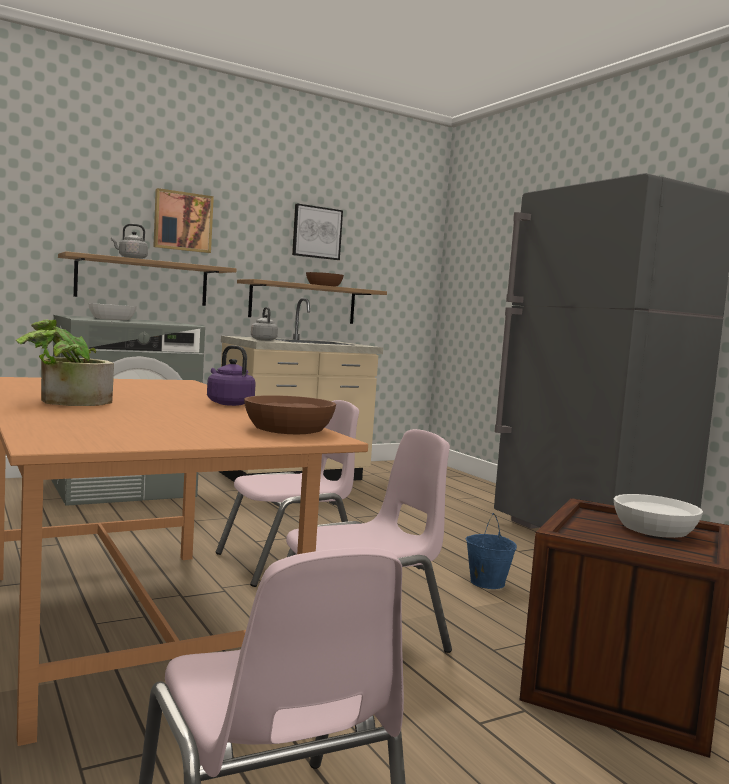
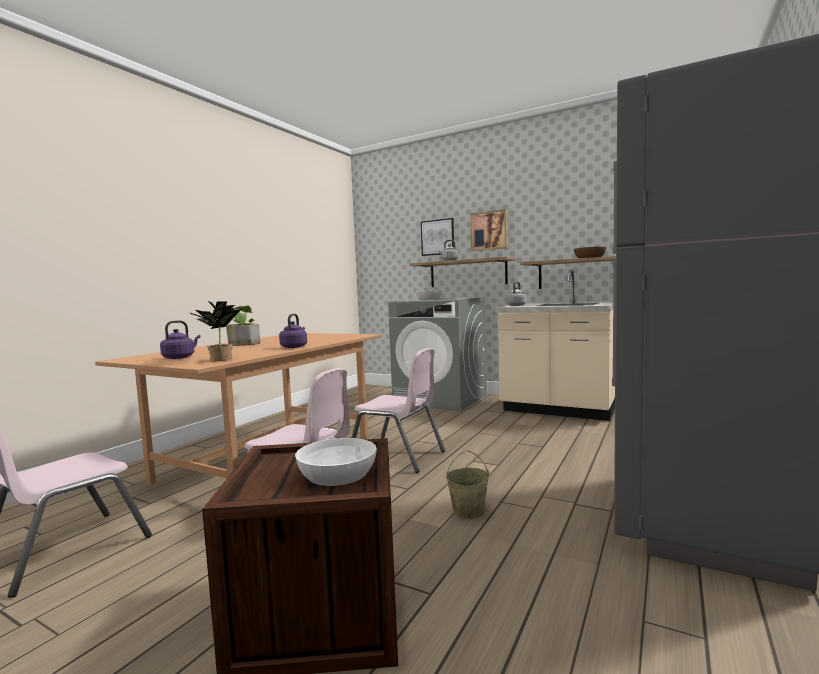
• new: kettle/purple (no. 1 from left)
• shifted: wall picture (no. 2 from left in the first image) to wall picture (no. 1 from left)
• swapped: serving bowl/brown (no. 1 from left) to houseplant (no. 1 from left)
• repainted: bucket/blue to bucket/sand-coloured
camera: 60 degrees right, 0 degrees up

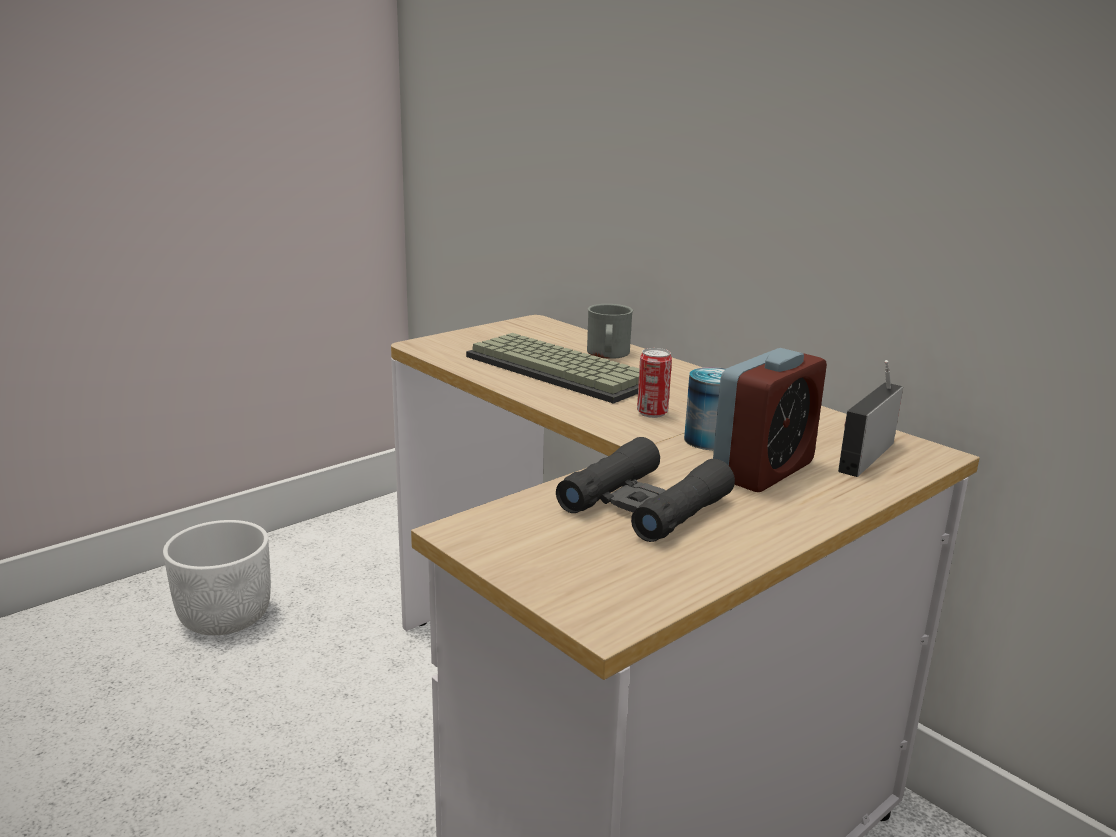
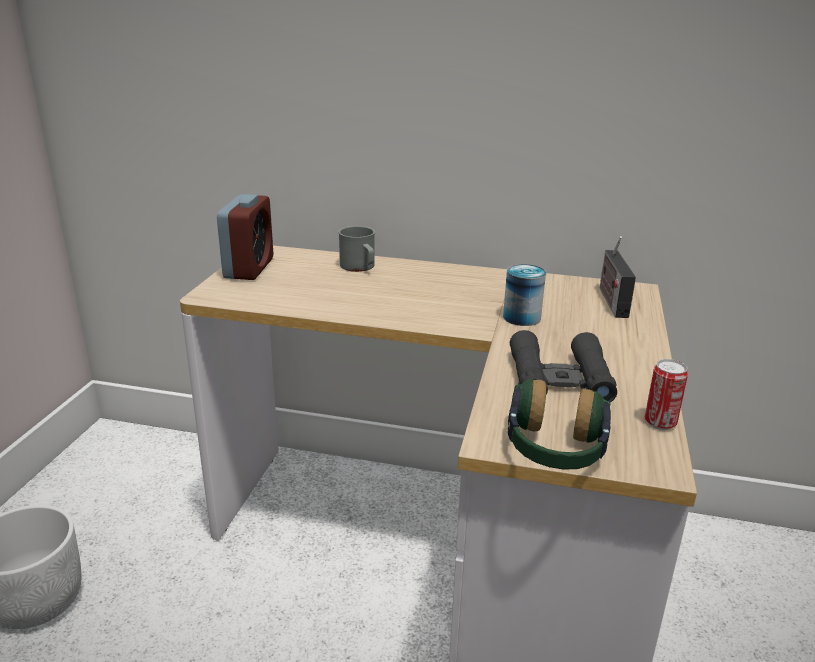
• gone: keyboard
• new: headset
• shifted: sealed can (no. 1 from left in the first image) to sealed can (no. 2 from left)
• shifted: alarm clock
camera: 35 degrees left, 5 degrees up

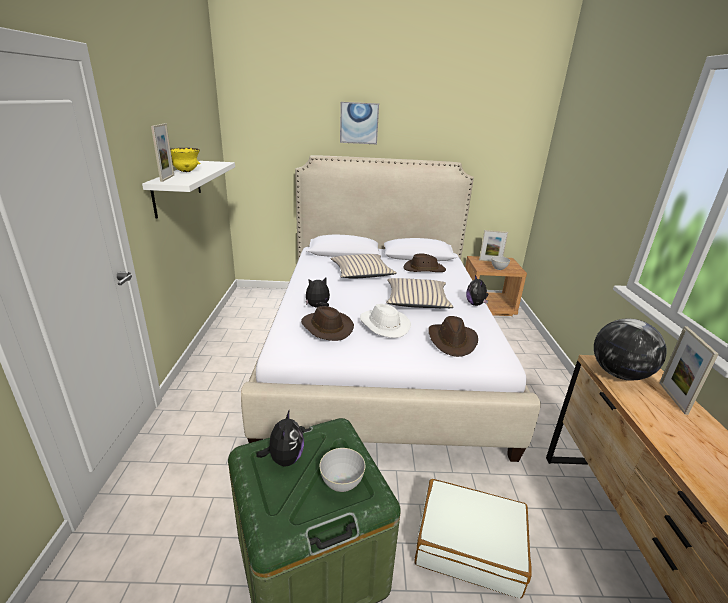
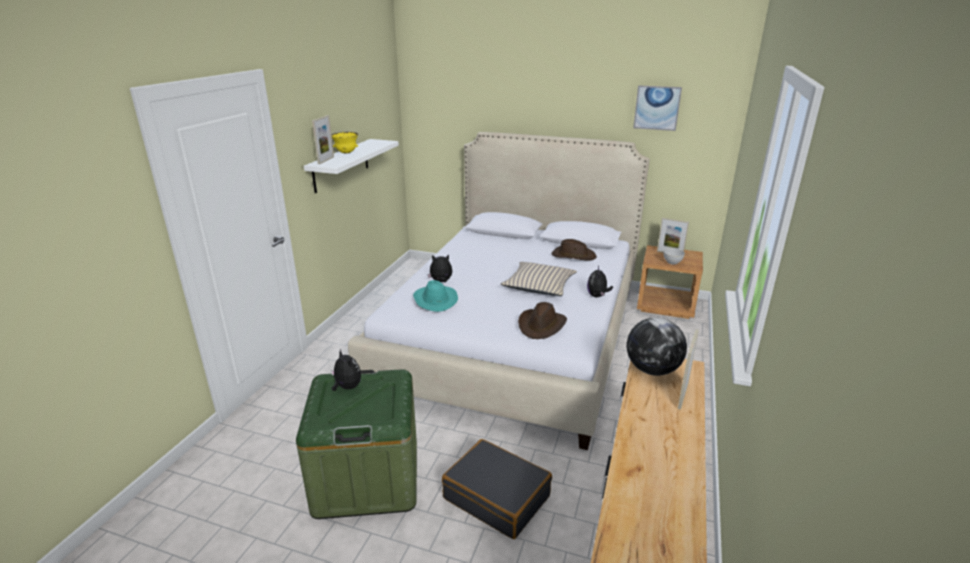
• gone: serving bowl/gray (no. 1 from left)
• gone: pillow/sand-coloured (no. 1 from left)
• gone: clothing hat/white-coloured
• shifted: wall picture
• repainted: clothing hat/brown (no. 1 from left) to clothing hat/turquoise-coloured
• repainted: travel case/white-coloured to travel case/blackish
• rotated: plush toy (no. 1 from left) 60 degrees counterclockwise
camera: 20 degrees right, 0 degrees up

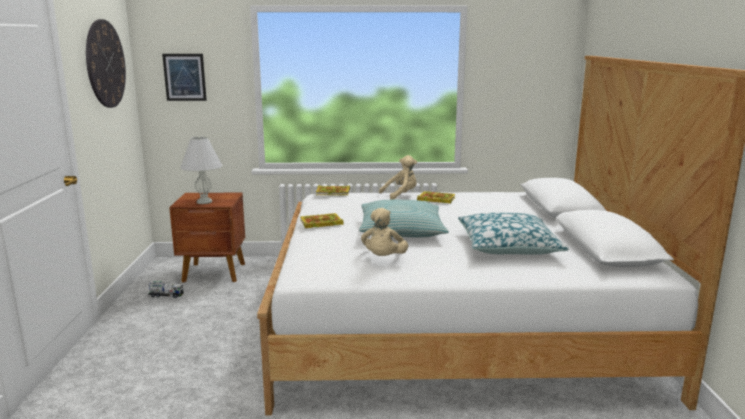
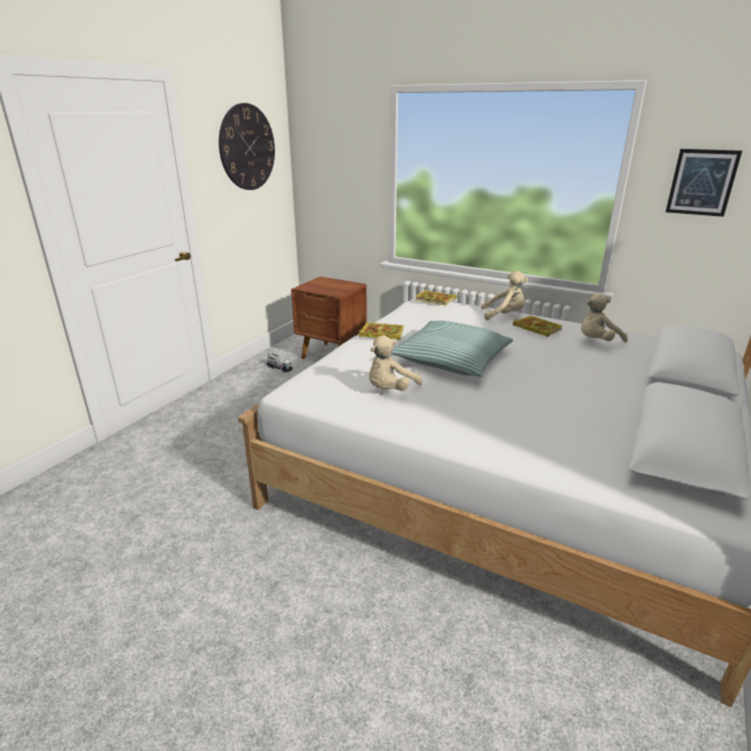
• gone: lamp for a table/white-coloured
• gone: pillow (no. 2 from left)
• new: plush toy/sand-coloured (no. 3 from left)
• shifted: wall picture
camera: 30 degrees right, 10 degrees up

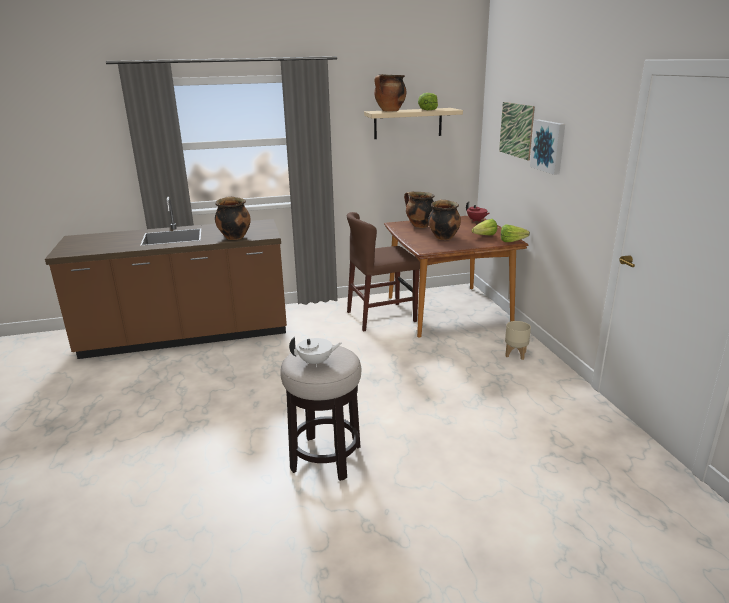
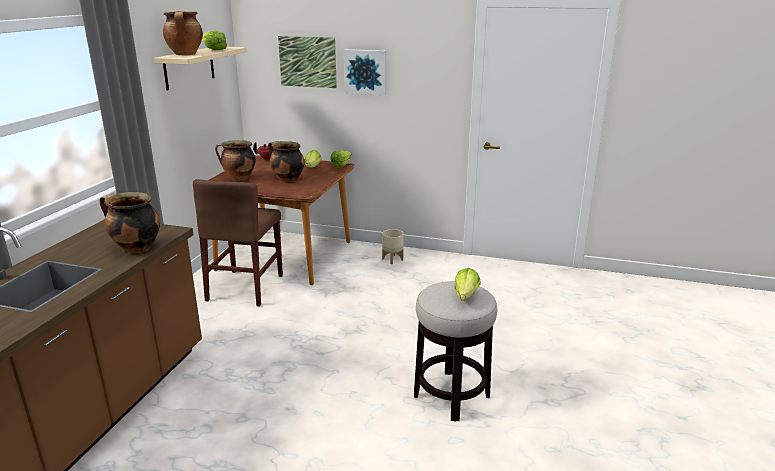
• swapped: tea pot/white-coloured to lettuce head (no. 4 from left)
camera: 60 degrees left, 0 degrees up

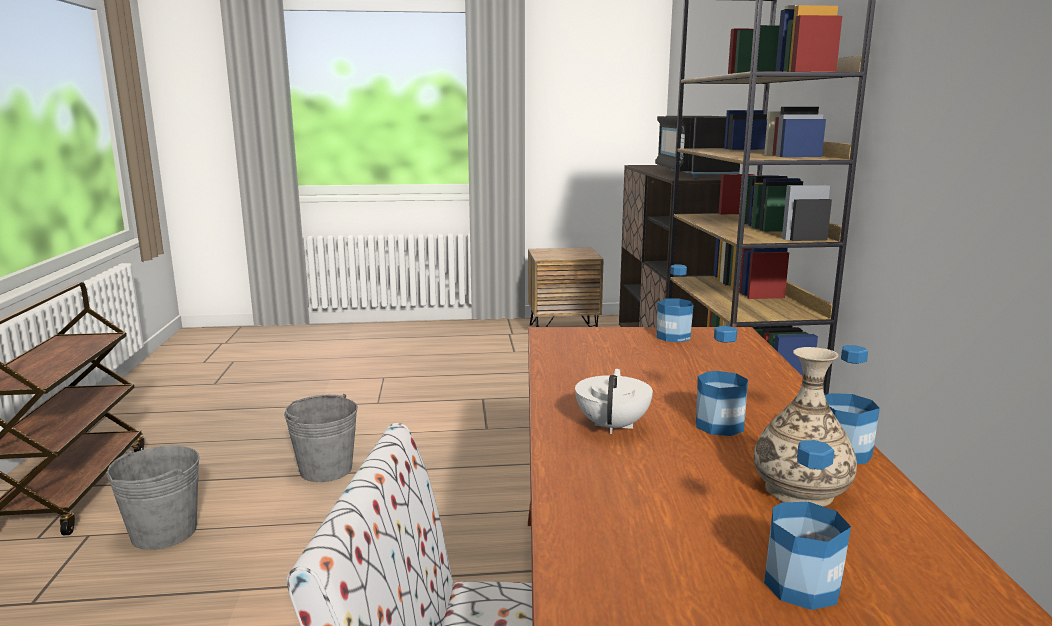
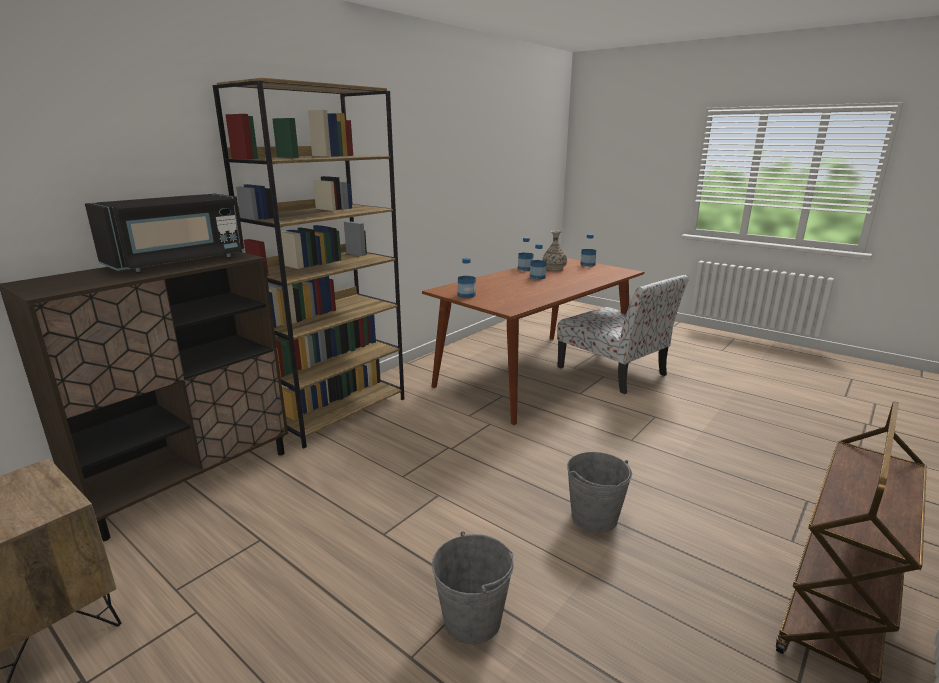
• gone: tea pot/white-coloured
• shifted: bucket/gray (no. 1 from left)
camera: 135 degrees left, 5 degrees up

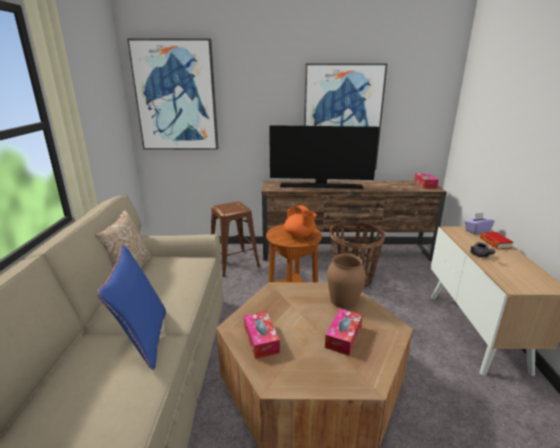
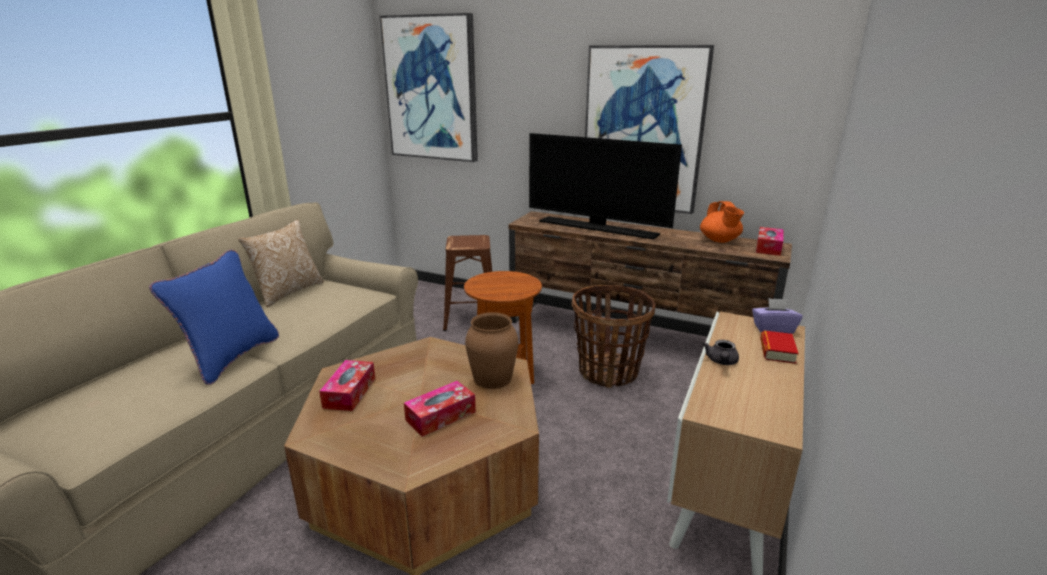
• shifted: tea pot/orangey
camera: 25 degrees right, 0 degrees up

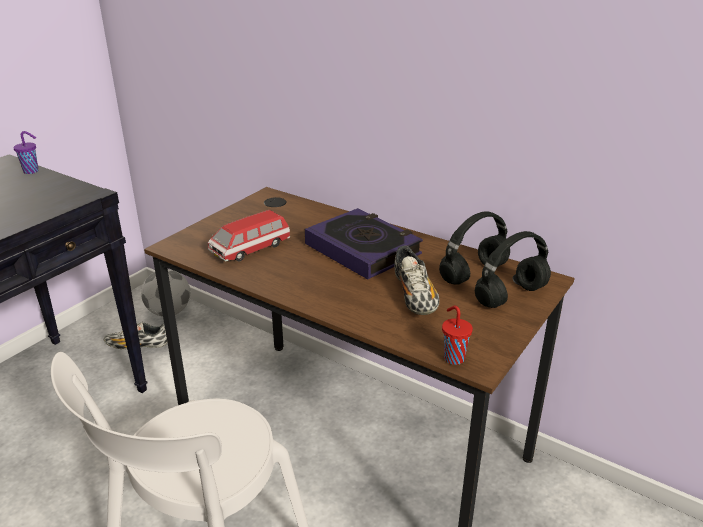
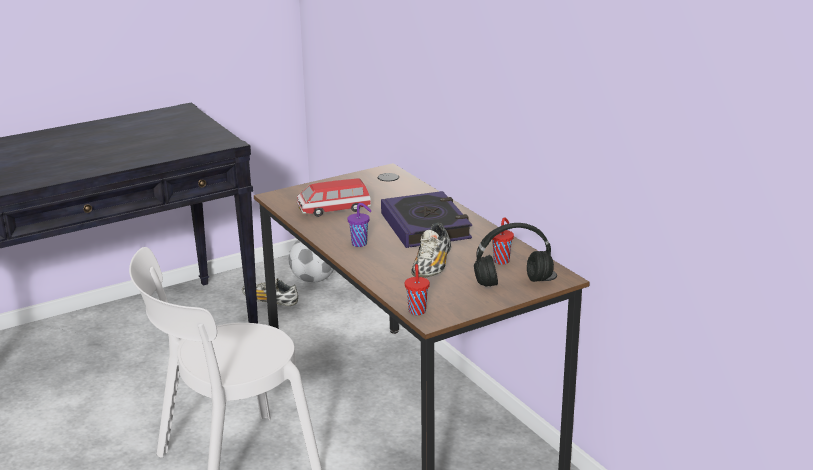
• shifted: small cup/purple
• swapped: headset/blackish (no. 1 from left) to small cup/red-coloured (no. 2 from left)
camera: 25 degrees right, 5 degrees down

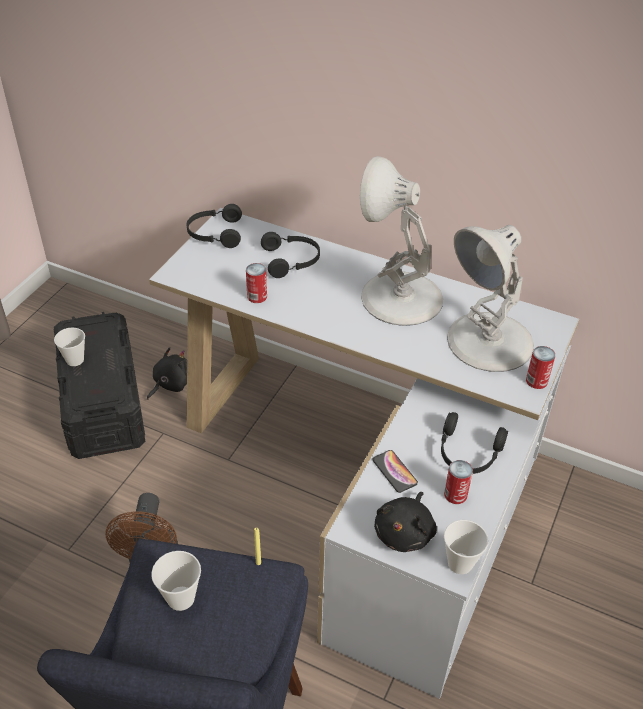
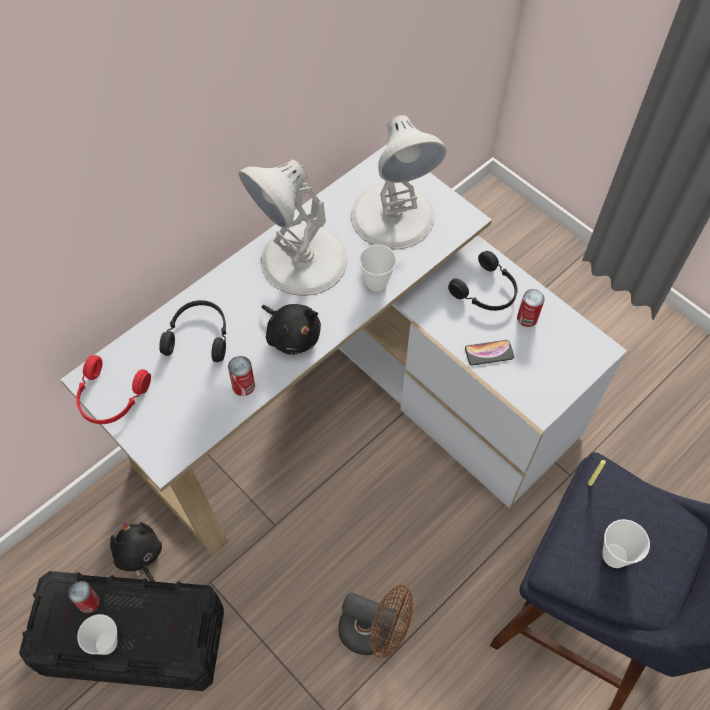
• shifted: plush toy/blackish (no. 2 from left)
• shifted: small cup (no. 3 from left in the first image) to small cup (no. 2 from left)
• shifted: sealed can (no. 3 from left in the first image) to sealed can (no. 1 from left)
• repainted: headset/blackish (no. 1 from left) to headset/red-coloured
camera: 70 degrees left, 15 degrees up

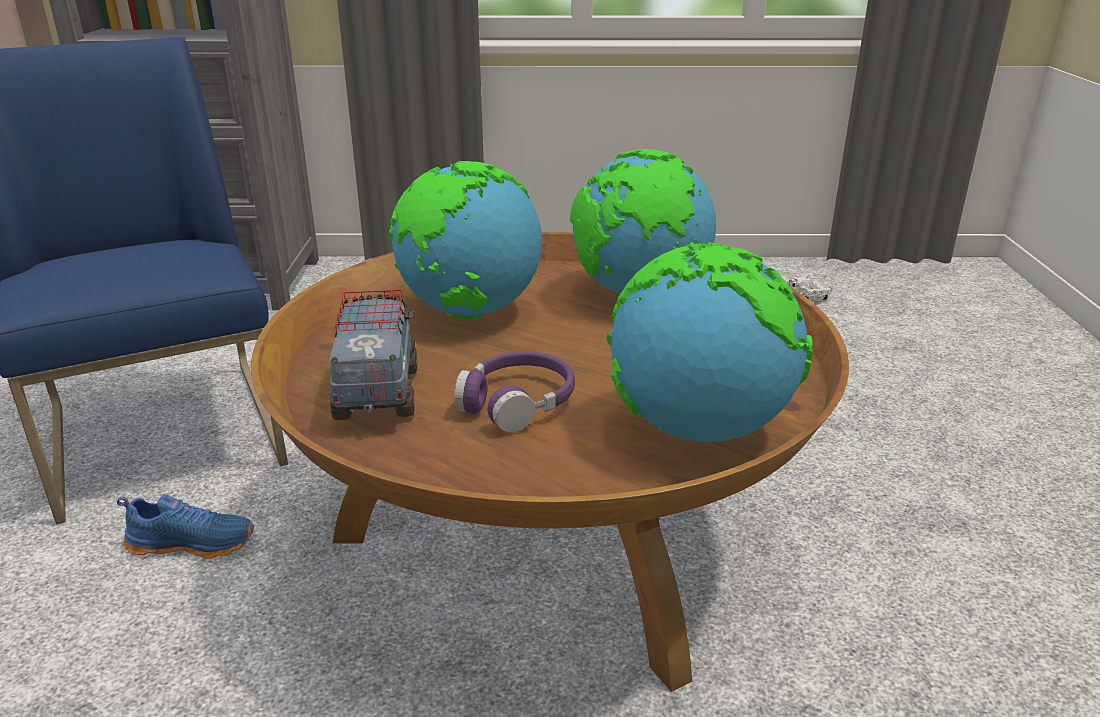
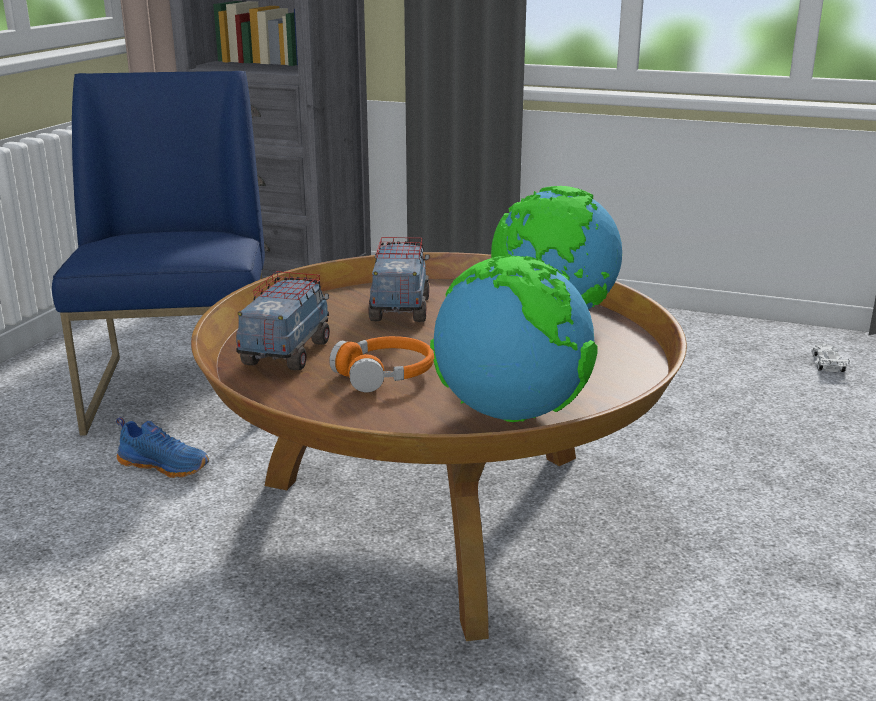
• swapped: desk globe (no. 1 from left) to model truck (no. 2 from left)
• repainted: headset/purple to headset/orangey
camera: 20 degrees right, 5 degrees down

